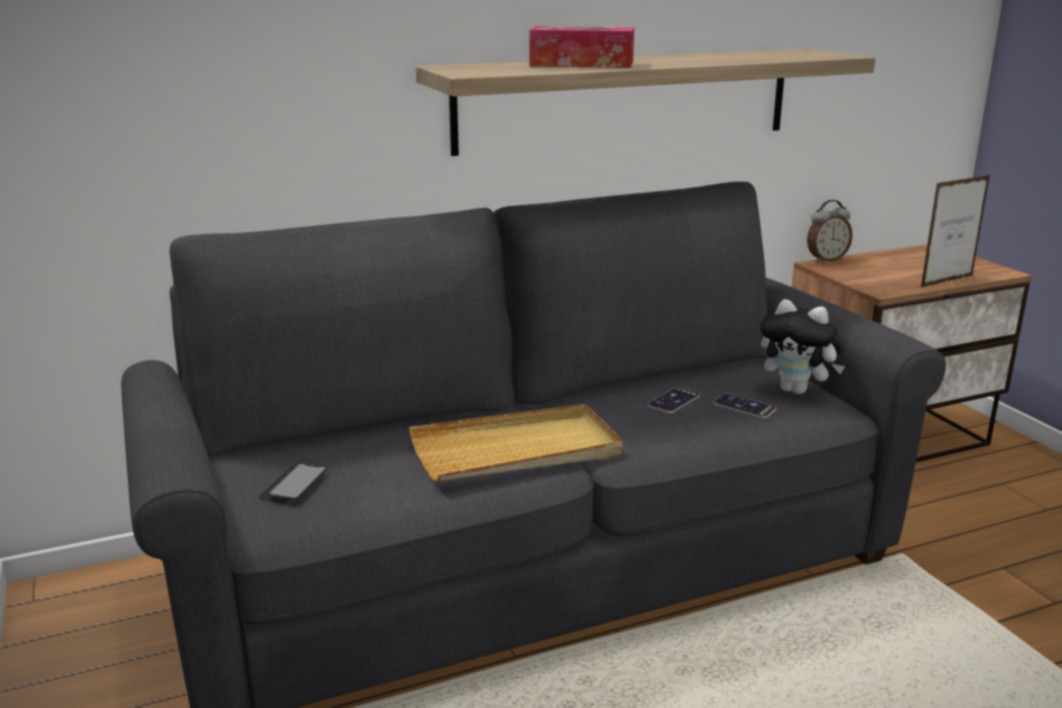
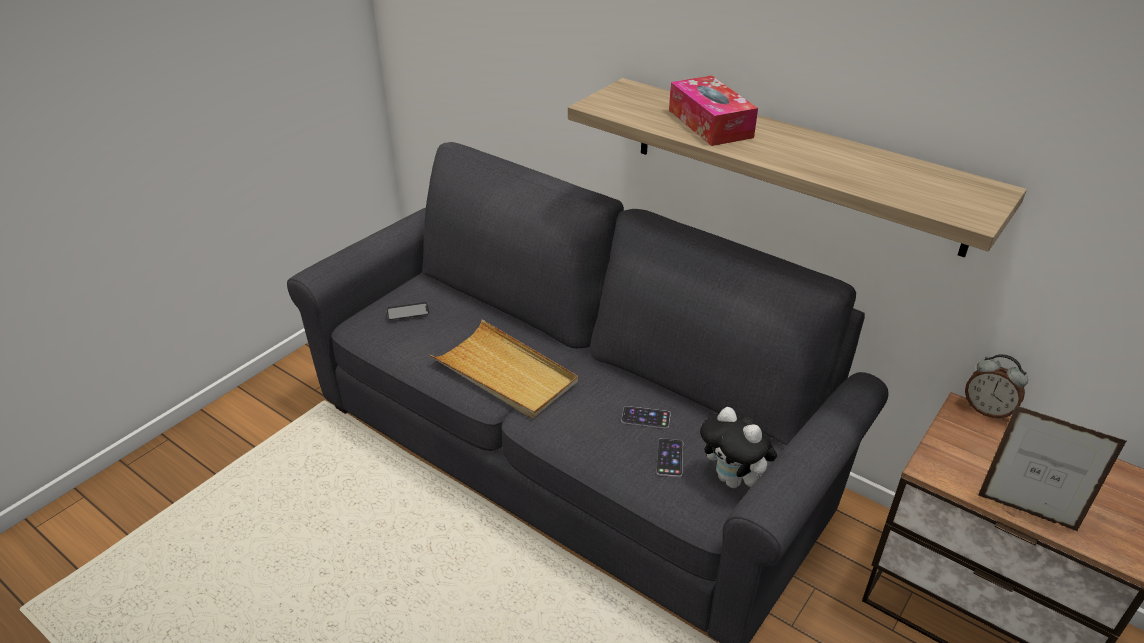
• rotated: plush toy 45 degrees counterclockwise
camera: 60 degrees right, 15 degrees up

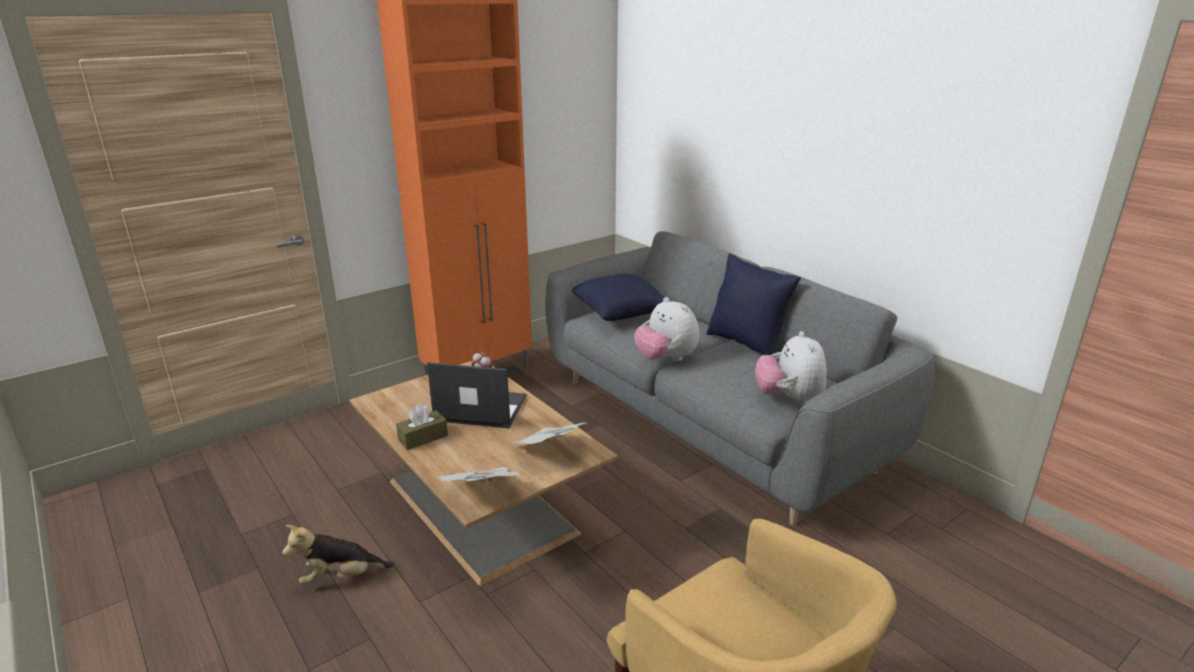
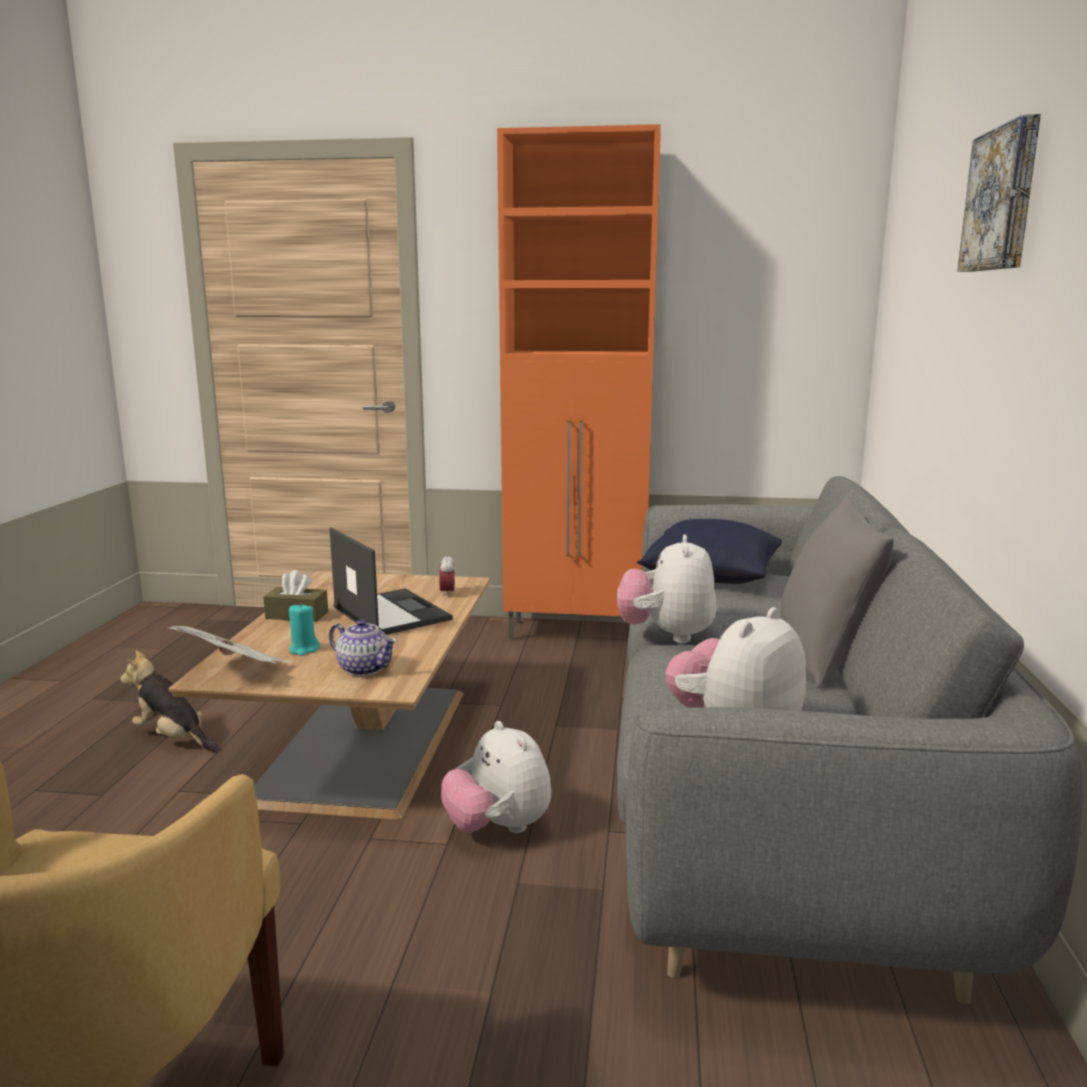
• new: wax candle/turquoise-coloured
• new: plush toy (no. 2 from left)
• new: wall picture
• swapped: printed paper (no. 2 from left) to tea pot
• repainted: pillow/blue (no. 2 from left) to pillow/gray
camera: 45 degrees right, 10 degrees down

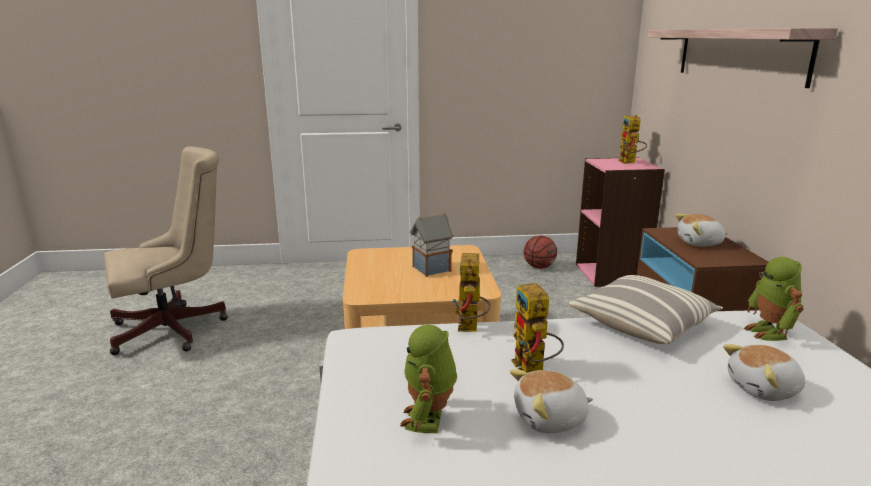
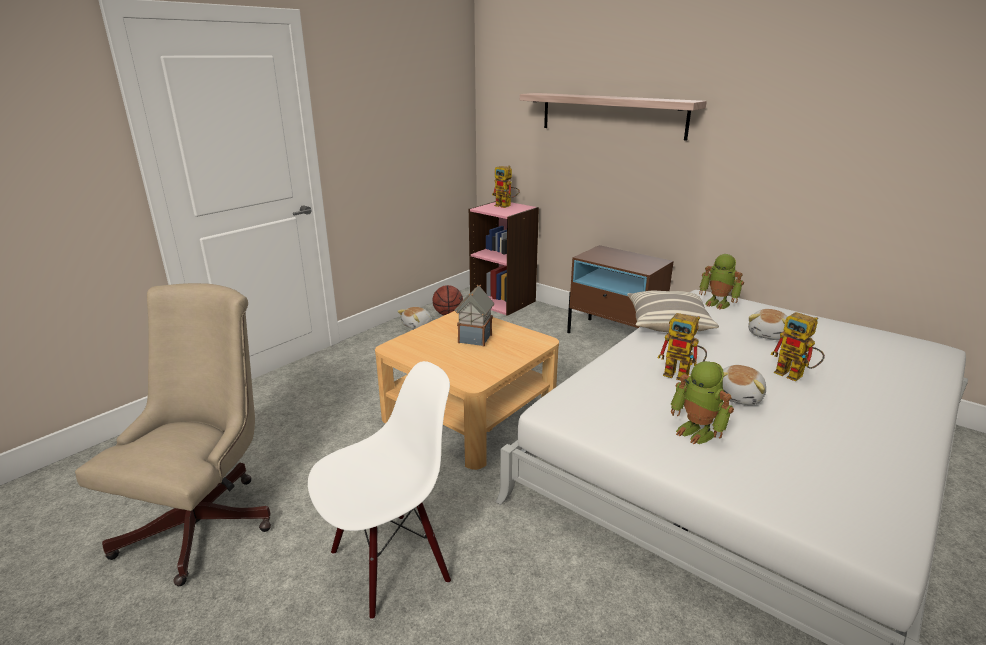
• new: chair/white-coloured
• shifted: toy robot (no. 2 from left in the first image) to toy robot (no. 5 from left)
• shifted: plush toy (no. 2 from left in the first image) to plush toy (no. 1 from left)
camera: 45 degrees left, 5 degrees up

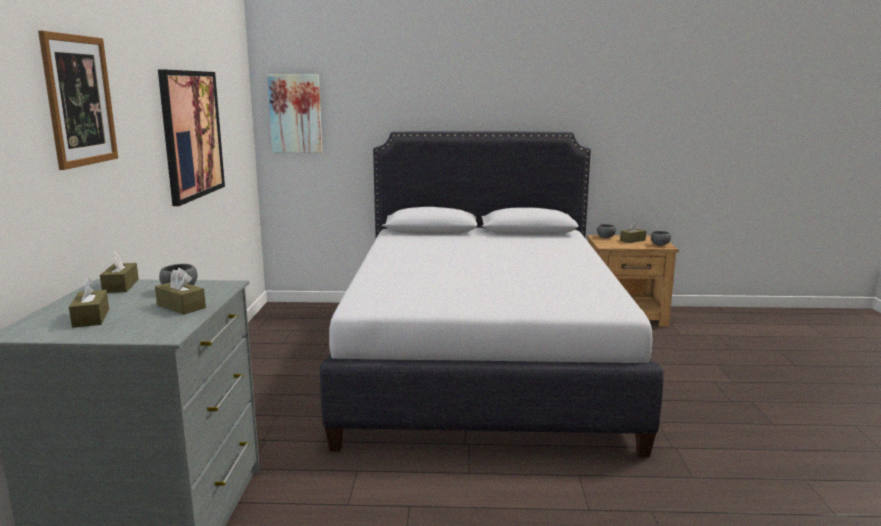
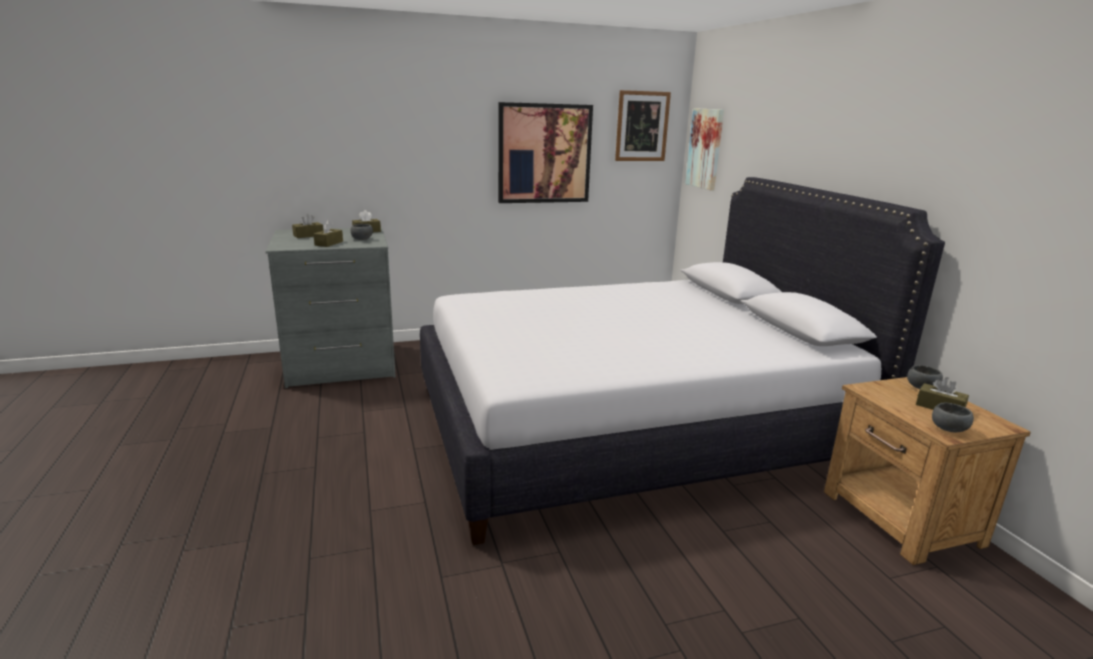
• shifted: wall picture (no. 1 from left in the first image) to wall picture (no. 2 from left)
camera: 70 degrees right, 5 degrees up

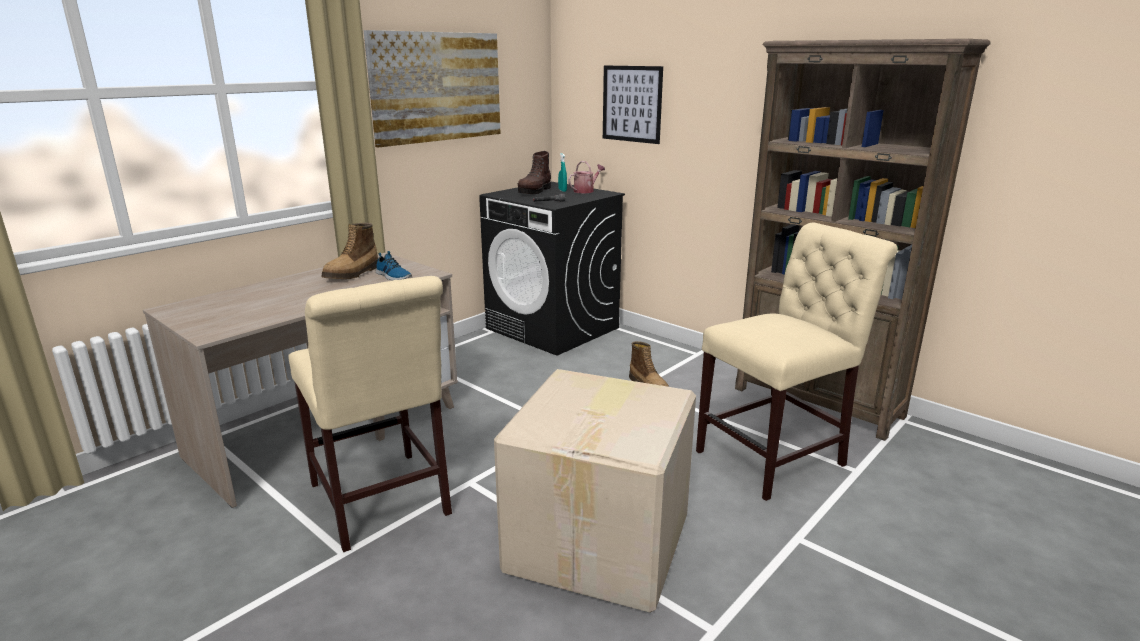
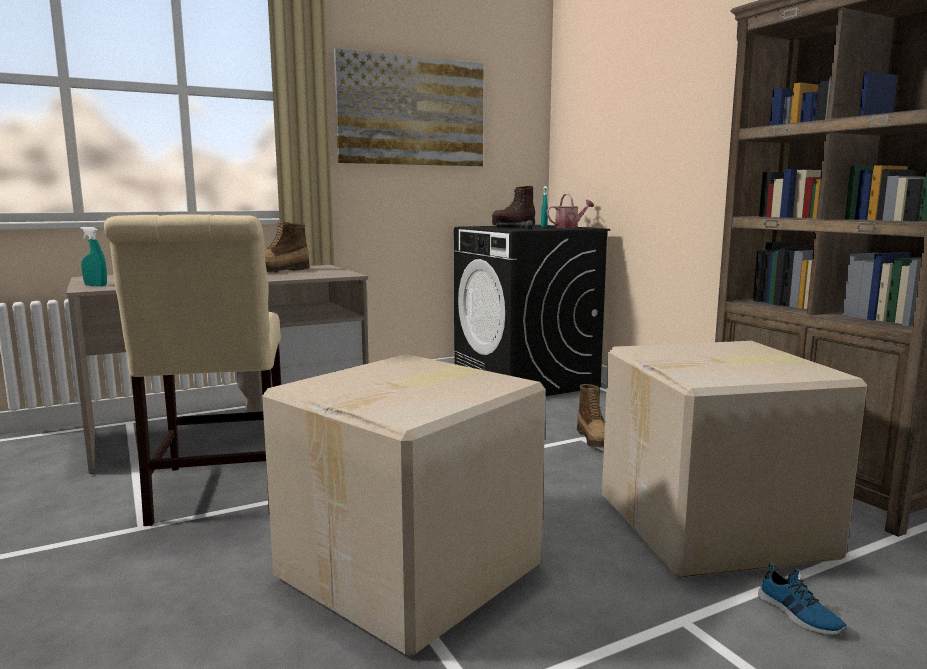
• gone: wall picture (no. 2 from left)
• new: spray bottle/turquoise-coloured (no. 1 from left)
• shifted: low shoe
• swapped: chair/sand-coloured (no. 2 from left) to packing box (no. 2 from left)
camera: 20 degrees right, 10 degrees down

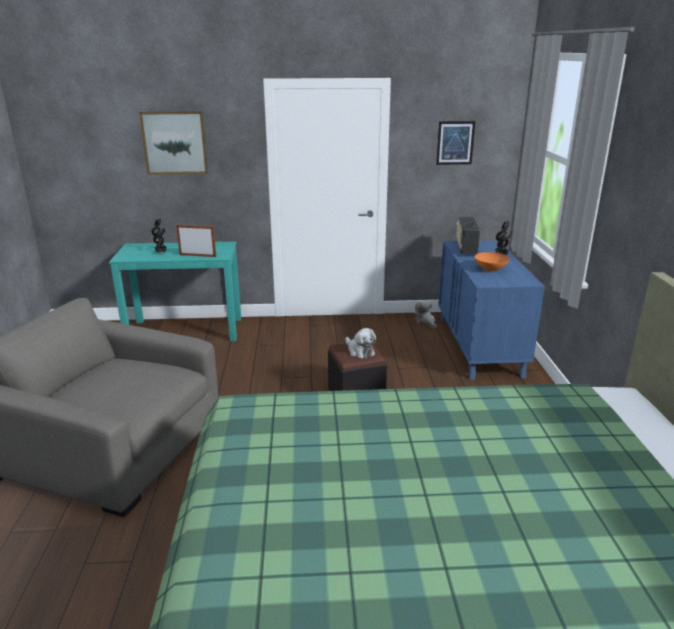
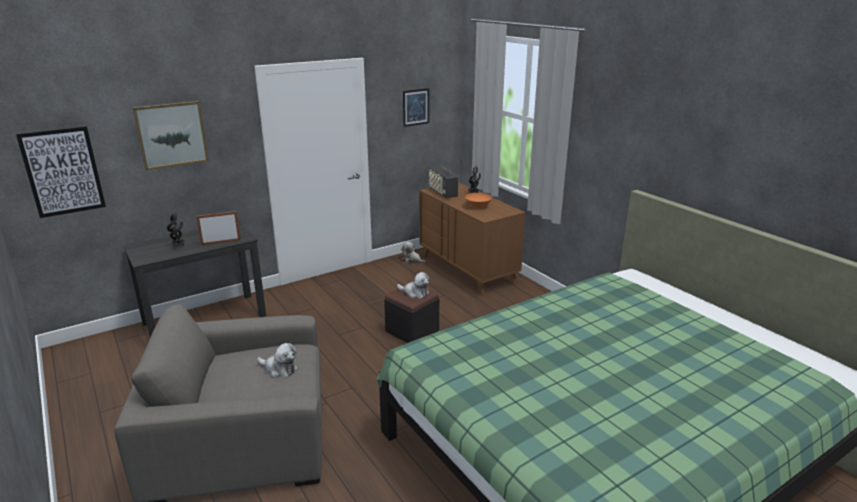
• new: wall picture (no. 1 from left)
• new: plush toy (no. 1 from left)
• repainted: desk/turquoise-coloured to desk/blackish
• repainted: drawer chest/blue to drawer chest/brown
camera: 30 degrees left, 0 degrees up

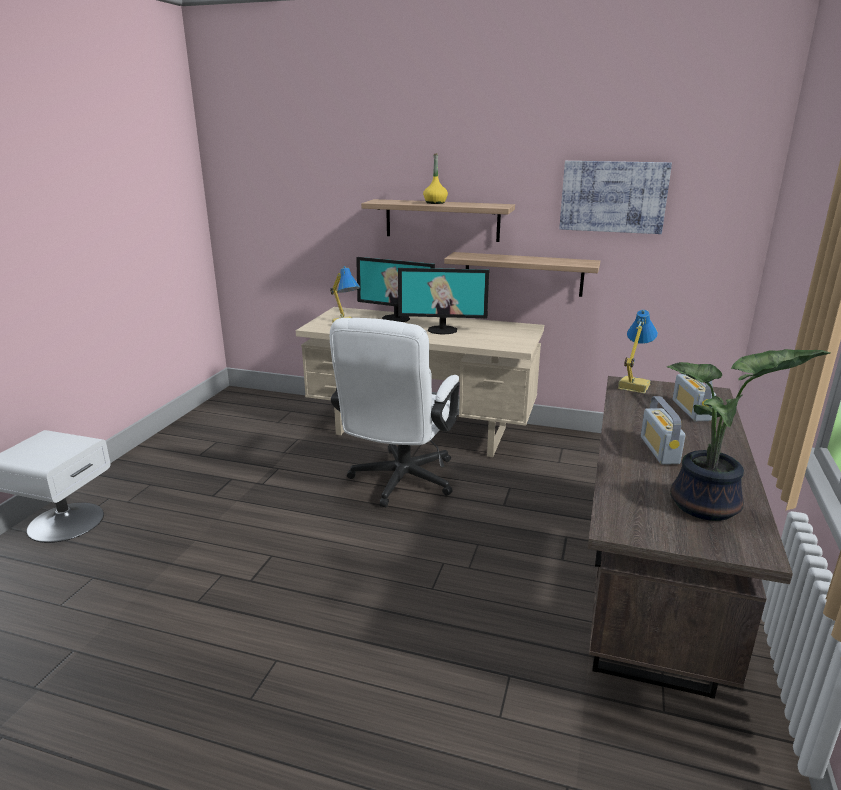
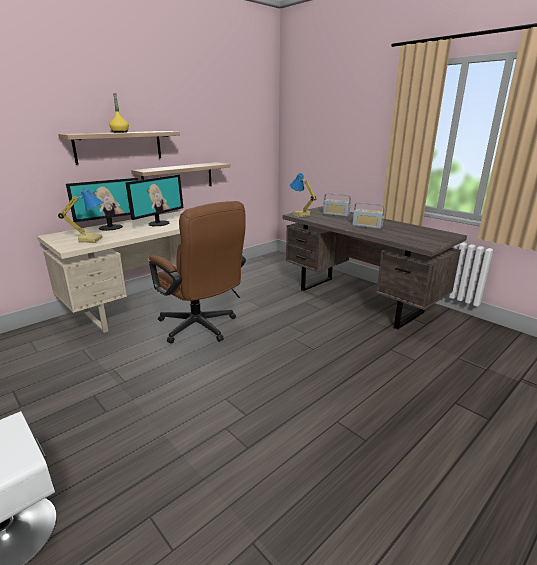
• gone: wall picture
• gone: houseplant
• repainted: office chair/white-coloured to office chair/brown
camera: 60 degrees left, 0 degrees up

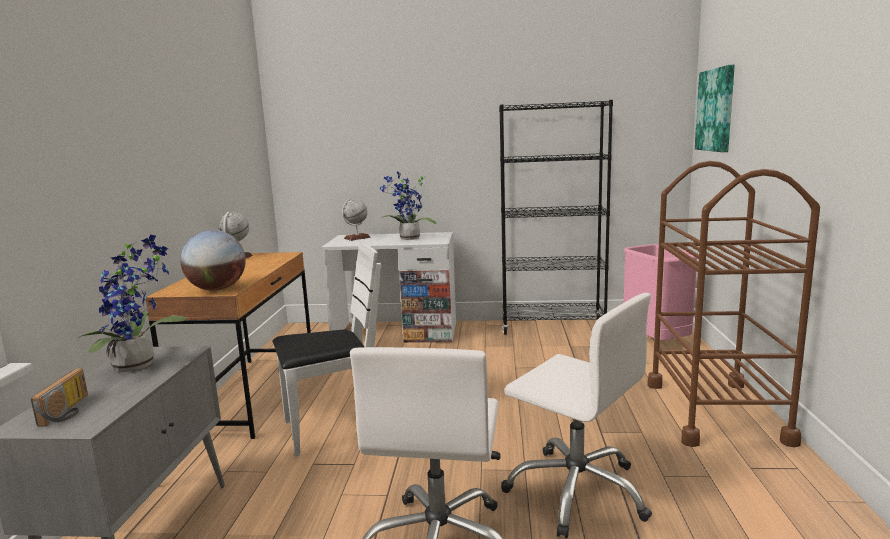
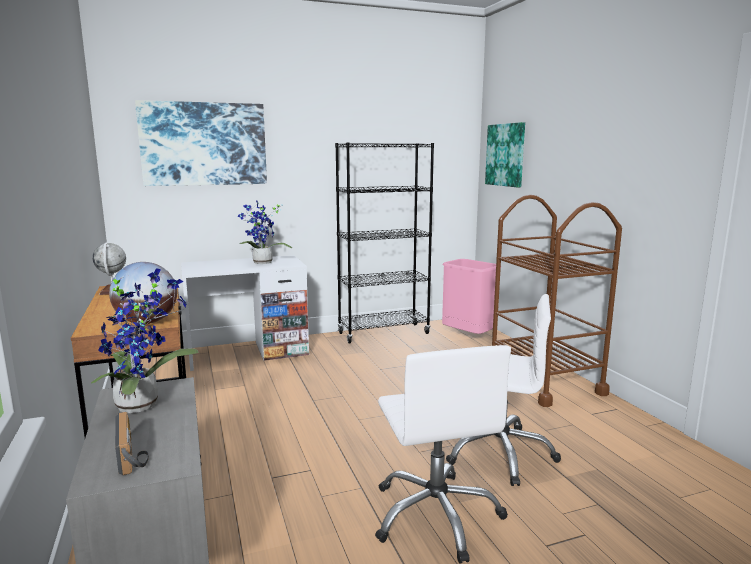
• gone: chair/white-coloured
• gone: desk globe (no. 3 from left)
• new: wall picture (no. 1 from left)
camera: 25 degrees left, 0 degrees up

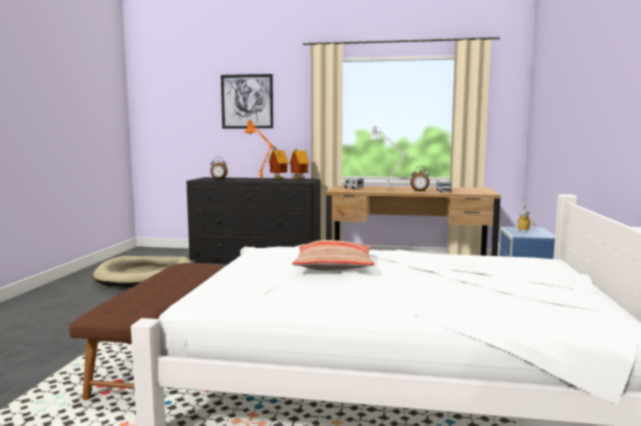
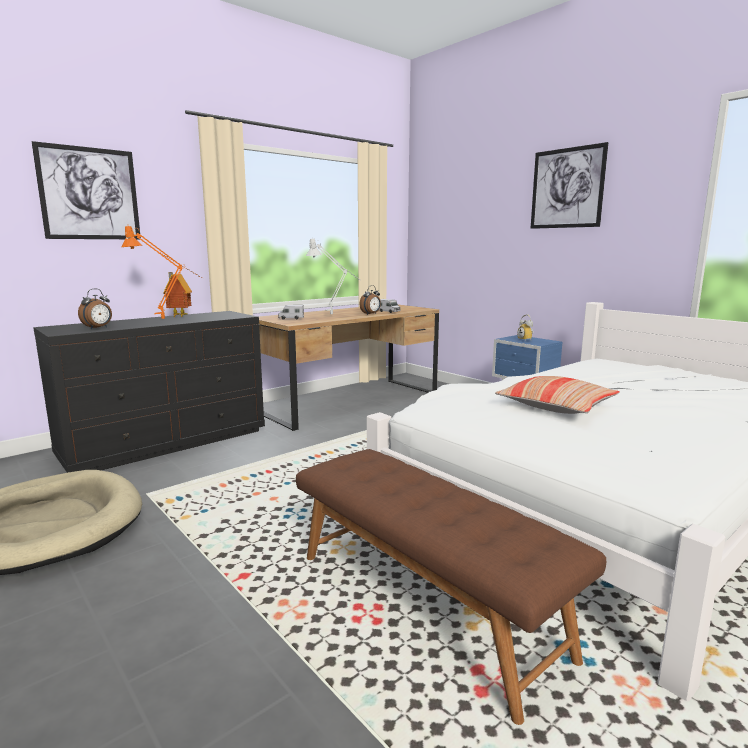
• gone: toy house (no. 2 from left)
• new: wall picture (no. 2 from left)
camera: 50 degrees left, 5 degrees up

